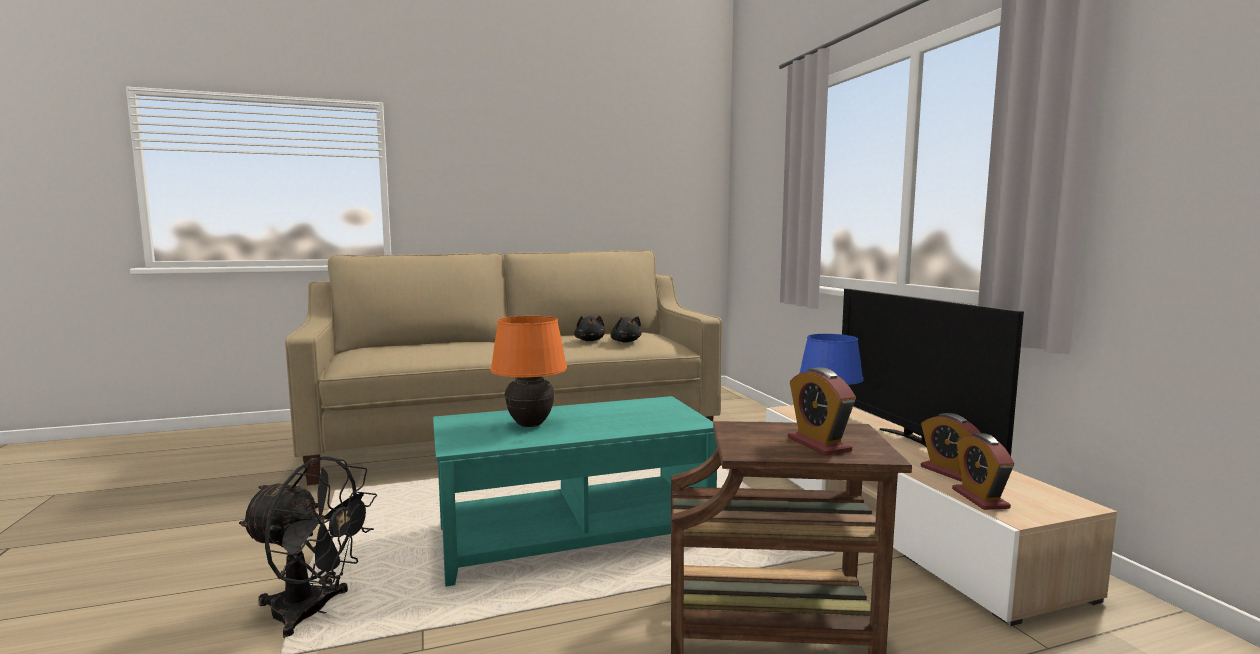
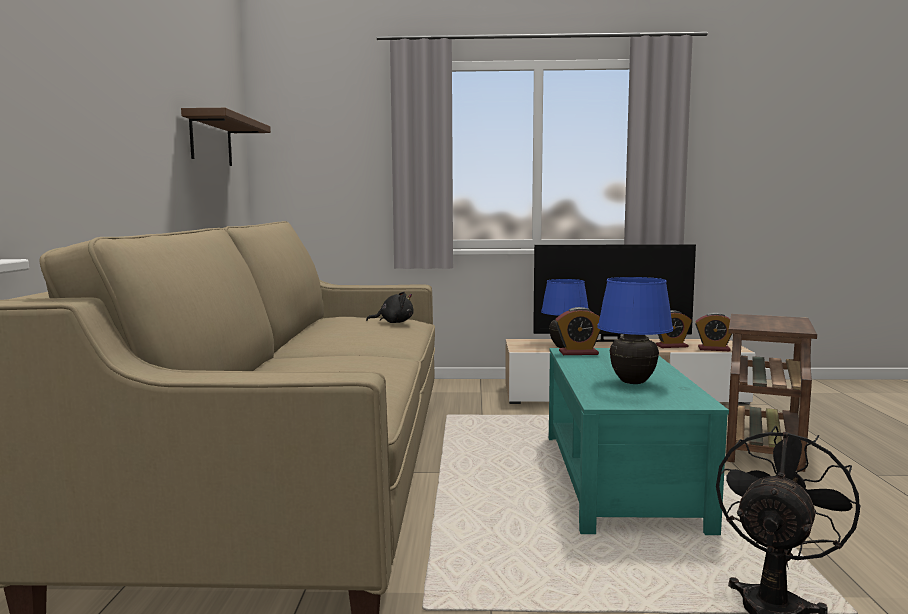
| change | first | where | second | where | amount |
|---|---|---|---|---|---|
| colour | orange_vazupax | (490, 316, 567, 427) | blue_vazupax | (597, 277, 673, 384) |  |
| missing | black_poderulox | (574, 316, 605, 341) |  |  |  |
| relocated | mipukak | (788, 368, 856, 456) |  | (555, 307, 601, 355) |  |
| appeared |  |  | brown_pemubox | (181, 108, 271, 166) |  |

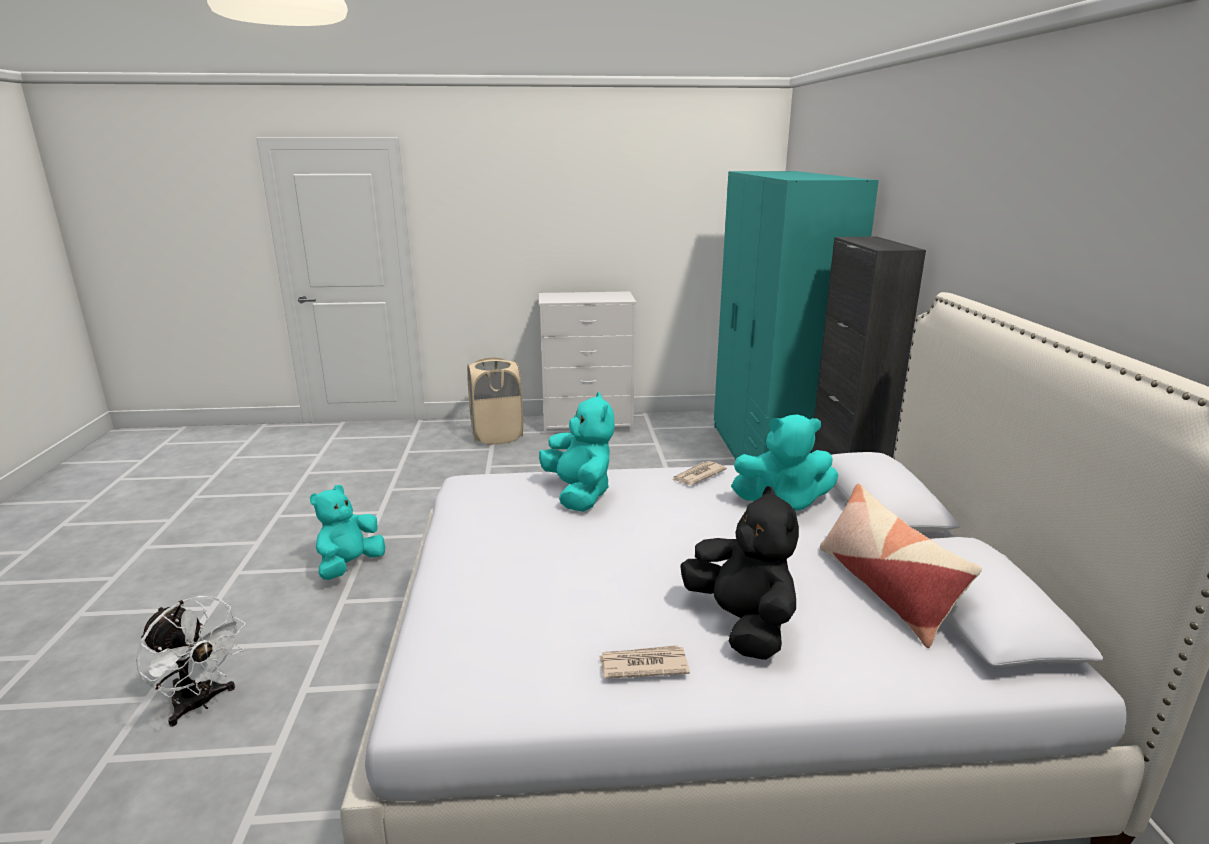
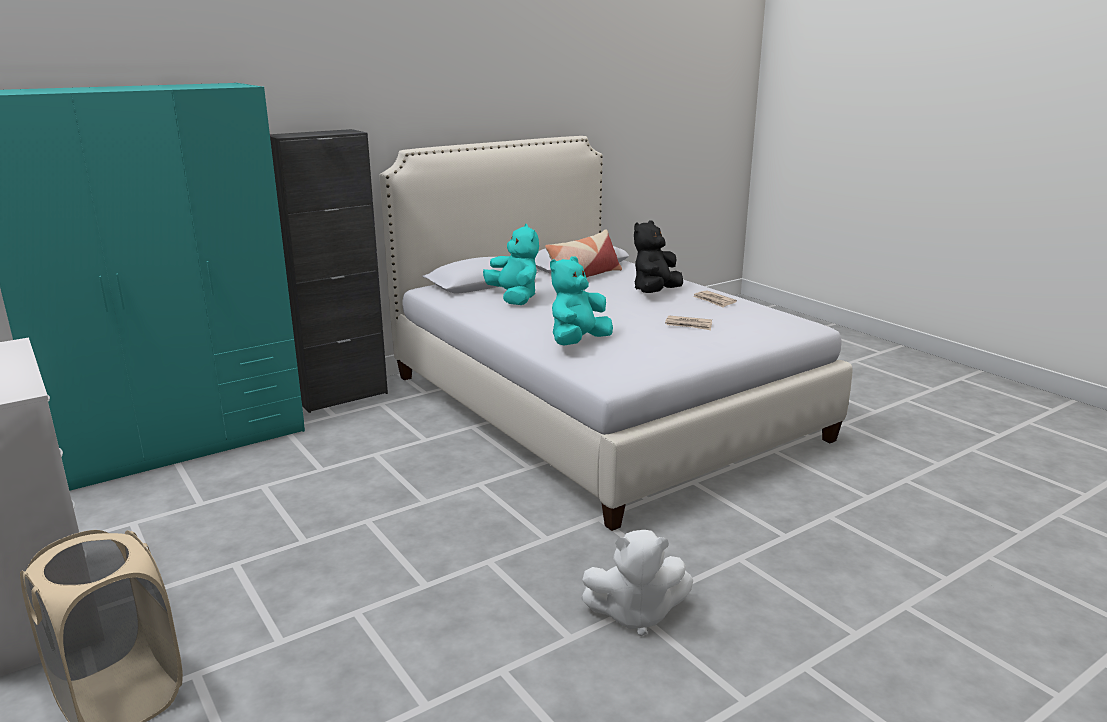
| change | first | where | second | where | amount |
|---|---|---|---|---|---|
| missing | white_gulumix | (136, 596, 246, 727) |  |  |  |
| colour | turquoise_poderulox | (310, 485, 385, 580) | white_poderulox | (581, 530, 693, 636) |  |
| relocated | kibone | (672, 461, 727, 485) |  | (665, 315, 712, 330) |  |

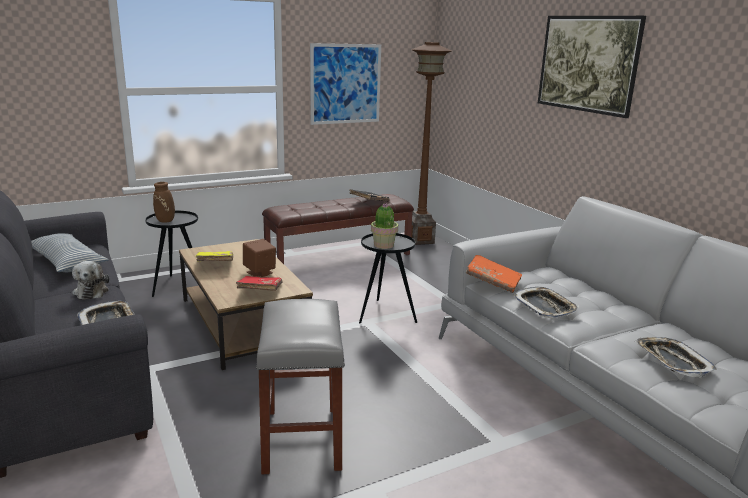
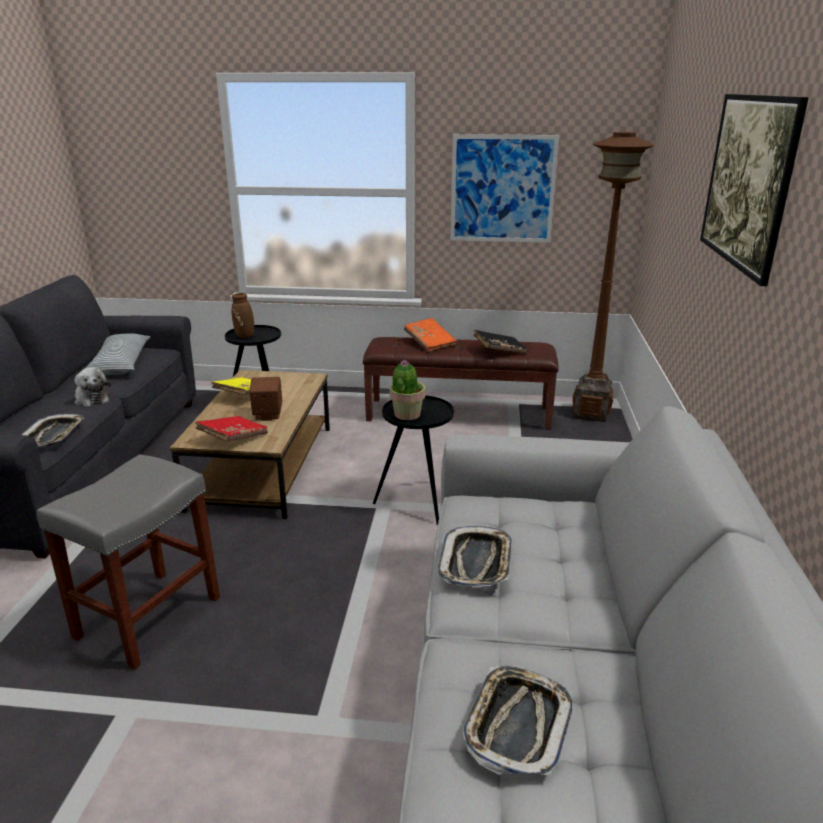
| change | first | where | second | where | amount |
|---|---|---|---|---|---|
| spun | poderulox | (72, 261, 109, 300) |  | (74, 367, 111, 406) | 60 degrees counterclockwise |
| relocated | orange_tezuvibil | (466, 255, 522, 293) |  | (404, 318, 457, 352) |  |

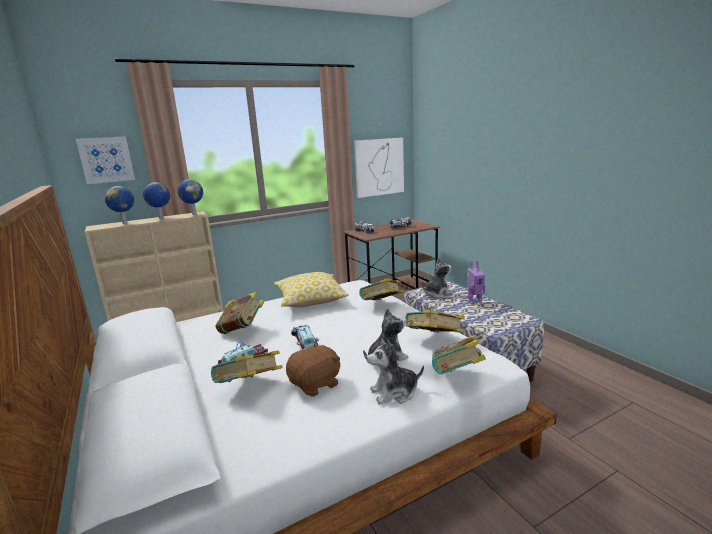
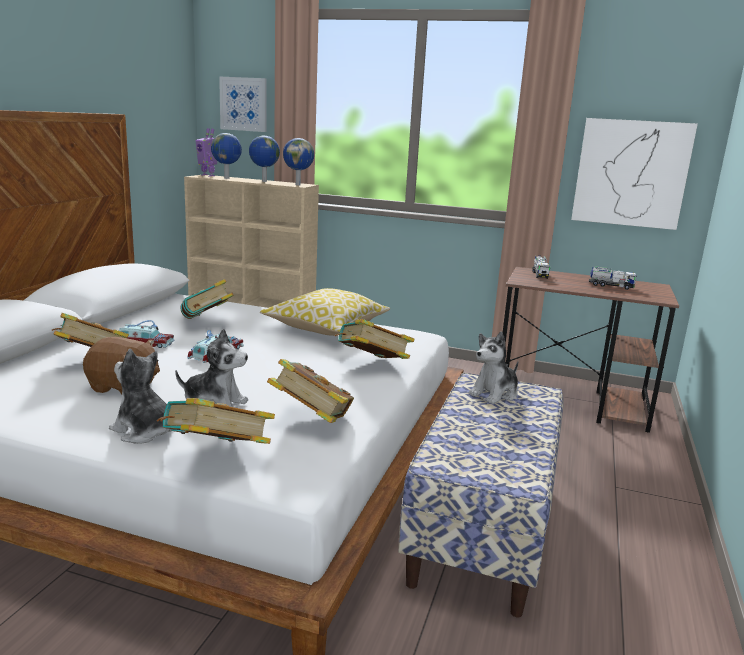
| change | first | where | second | where | amount |
|---|---|---|---|---|---|
| spun | poderulox | (422, 258, 452, 298) |  | (468, 331, 518, 404) | 120 degrees clockwise |
| relocated | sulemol | (466, 261, 485, 304) |  | (196, 128, 217, 177) |  |

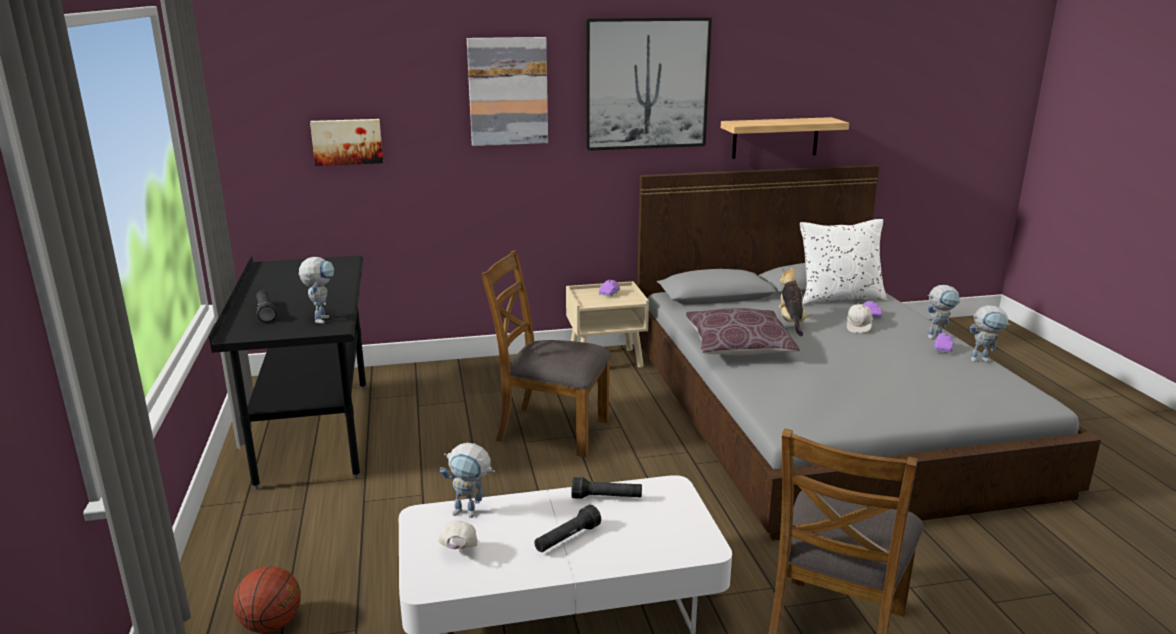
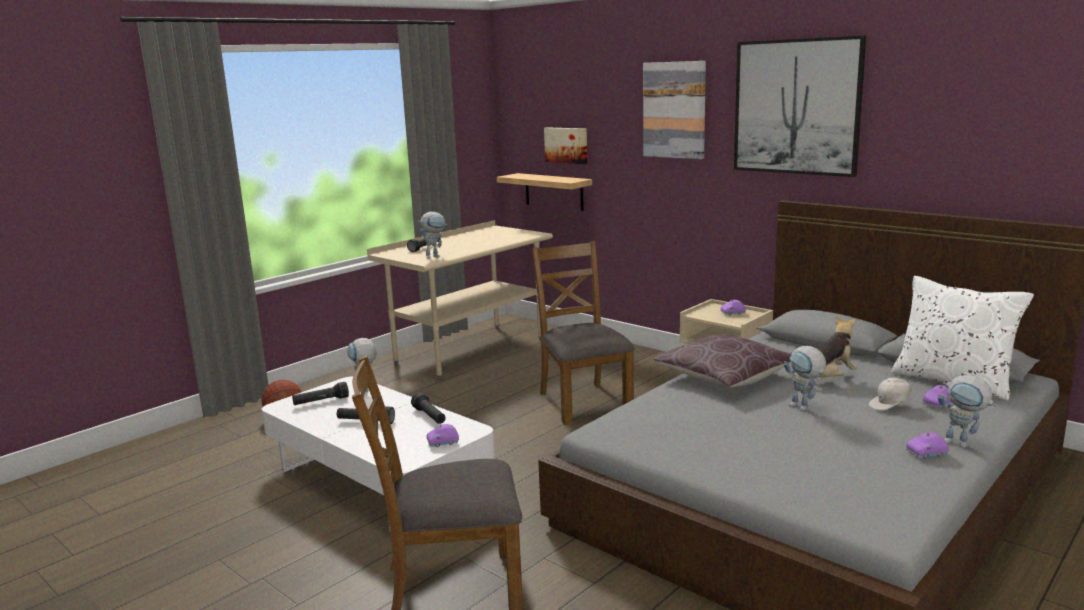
| change | first | where | second | where | amount |
|---|---|---|---|---|---|
| colour | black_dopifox | (209, 255, 366, 490) | beige_dopifox | (367, 220, 553, 379) |  |
| exchanged | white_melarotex | (438, 521, 478, 552) | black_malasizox | (292, 382, 349, 405) |  |
| relocated | pemubox | (721, 117, 849, 159) |  | (497, 173, 592, 211) |  |
| relocated | sulemol | (970, 305, 1010, 362) |  | (784, 346, 826, 411) |  |
| appeared |  |  | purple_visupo | (427, 424, 459, 447) |  |

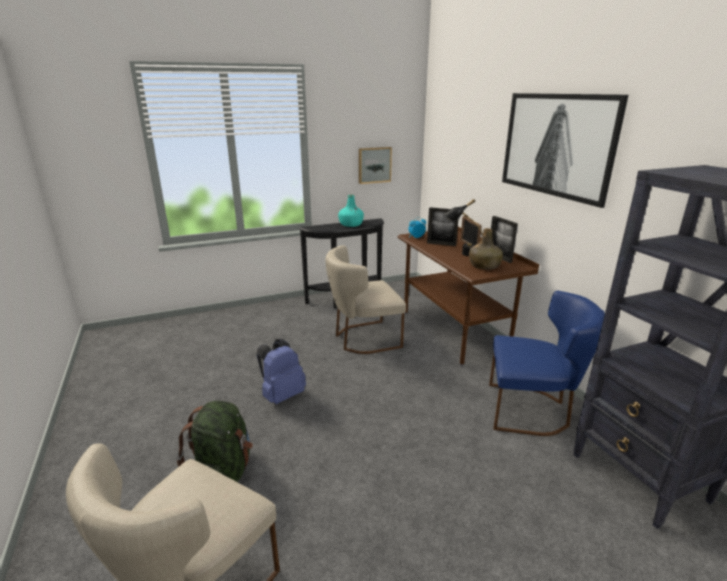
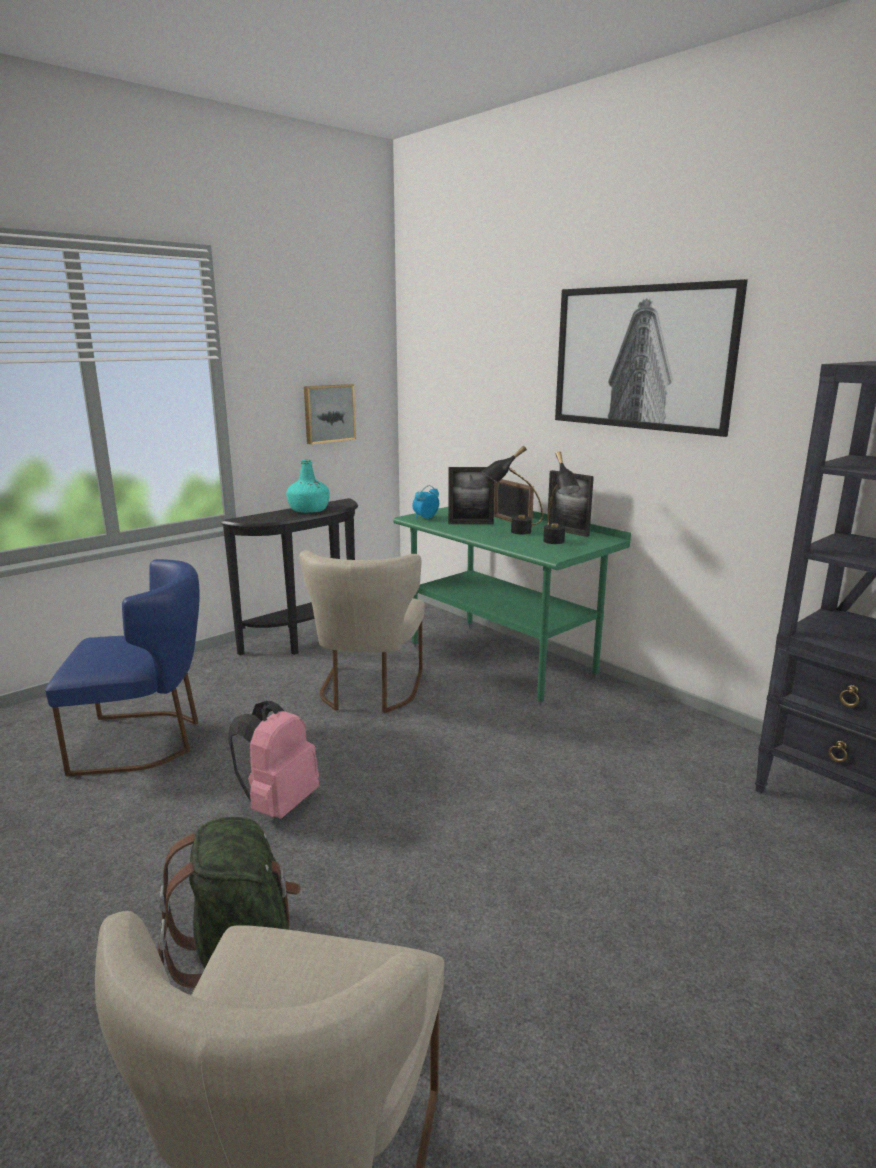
| change | first | where | second | where | amount |
|---|---|---|---|---|---|
| colour | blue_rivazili | (257, 339, 306, 404) | pink_rivazili | (228, 701, 319, 819) |  |
| spun | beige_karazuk | (326, 245, 406, 354) |  | (299, 550, 425, 713) | 45 degrees counterclockwise |
| colour | brown_dopifox | (398, 227, 539, 367) | green_dopifox | (393, 507, 631, 706) |  |
| exchanged | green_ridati | (469, 228, 503, 270) | black_vazupax | (543, 451, 580, 544) |  |
| relocated | blue_karazuk | (489, 291, 605, 436) |  | (45, 559, 200, 776) |  |

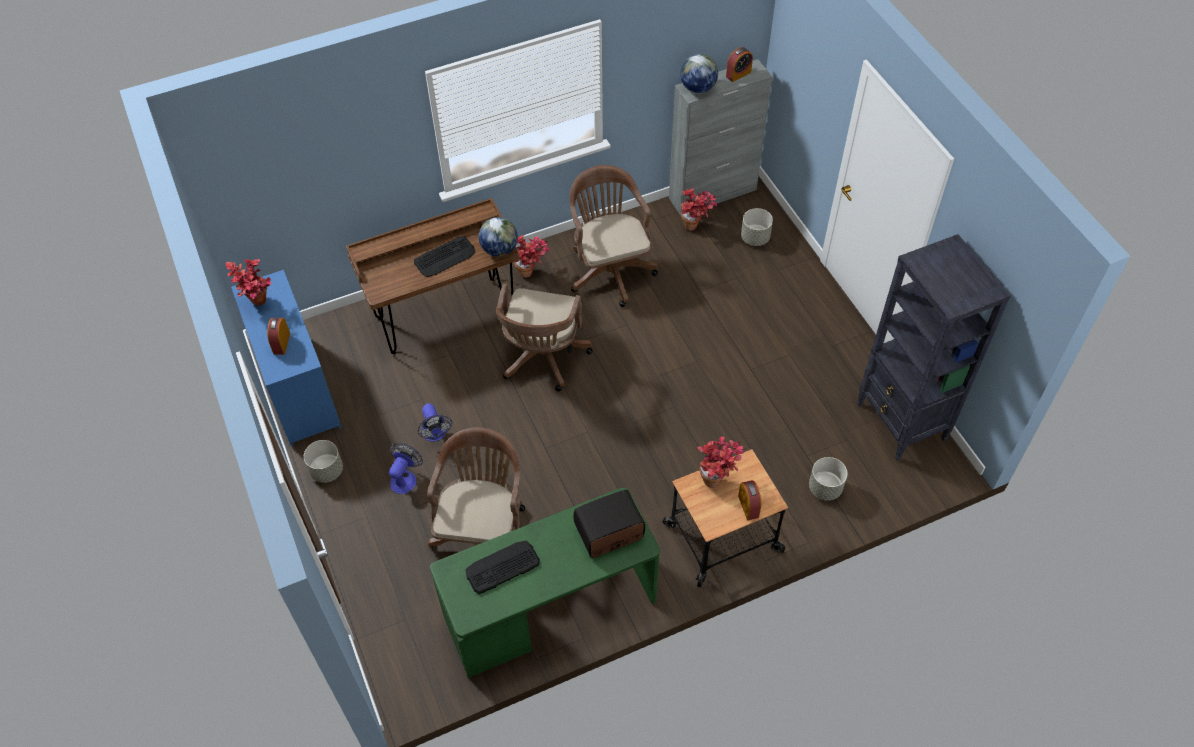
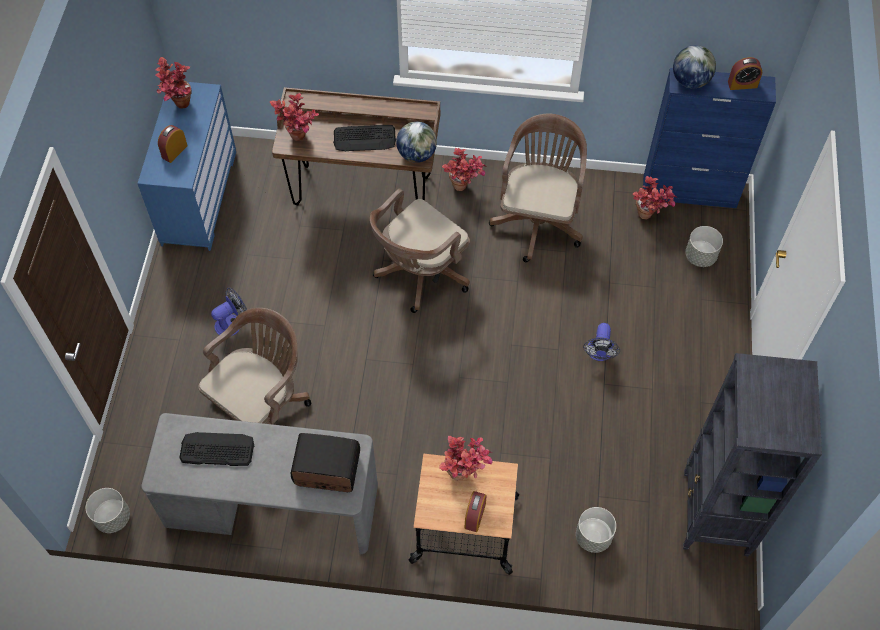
| change | first | where | second | where | amount |
|---|---|---|---|---|---|
| relocated | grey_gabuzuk | (304, 440, 343, 483) |  | (86, 488, 130, 533) |  |
| relocated | gulumix | (418, 404, 452, 442) |  | (583, 323, 620, 361) |  |
| colour | green_dopifox | (430, 488, 660, 678) | grey_dopifox | (141, 413, 378, 555) |  |
| colour | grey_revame | (669, 59, 772, 216) | blue_revame | (643, 68, 776, 208) |  |
| appeared |  |  | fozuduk | (270, 93, 319, 141) |  |

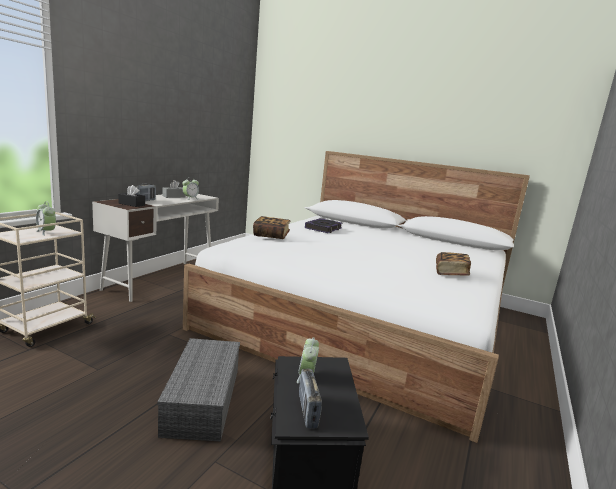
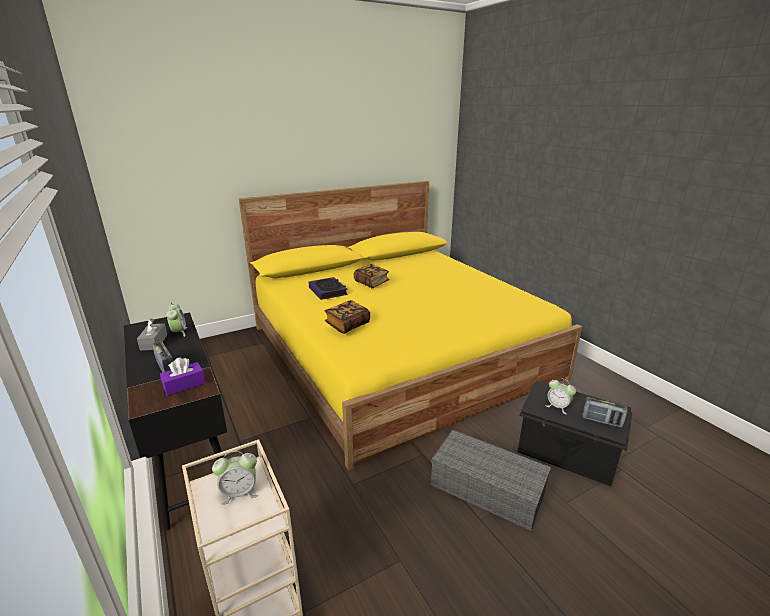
| change | first | where | second | where | amount |
|---|---|---|---|---|---|
| colour | white_dopifox | (92, 194, 219, 302) | black_dopifox | (124, 313, 227, 530) |  |
| colour | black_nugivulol | (118, 185, 145, 207) | purple_nugivulol | (160, 357, 205, 396) |  |
| colour | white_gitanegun | (183, 151, 530, 443) | yellow_gitanegun | (239, 181, 582, 471) |  |
| relocated | tezuvibil | (436, 252, 471, 276) |  | (354, 264, 390, 288) |  |

